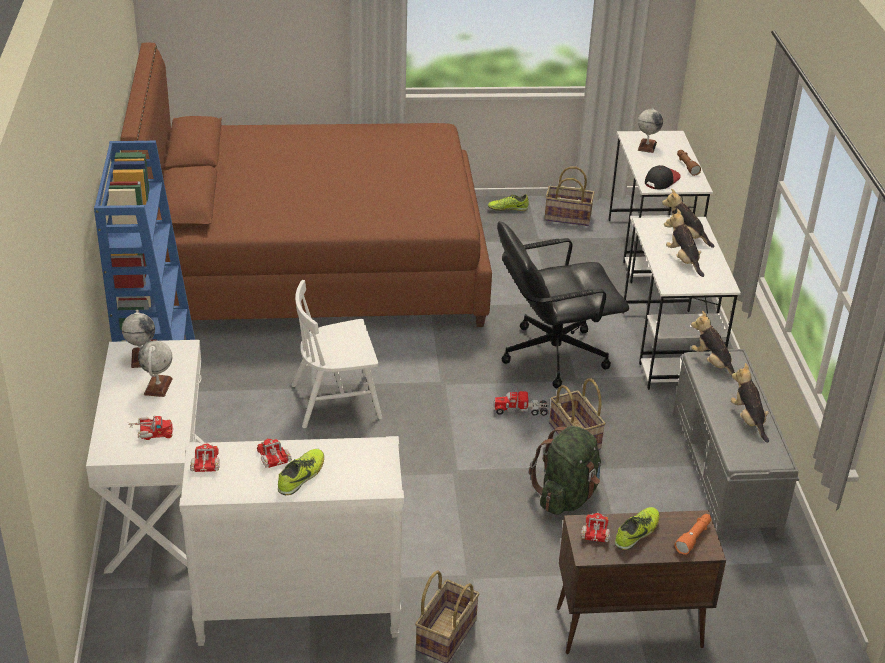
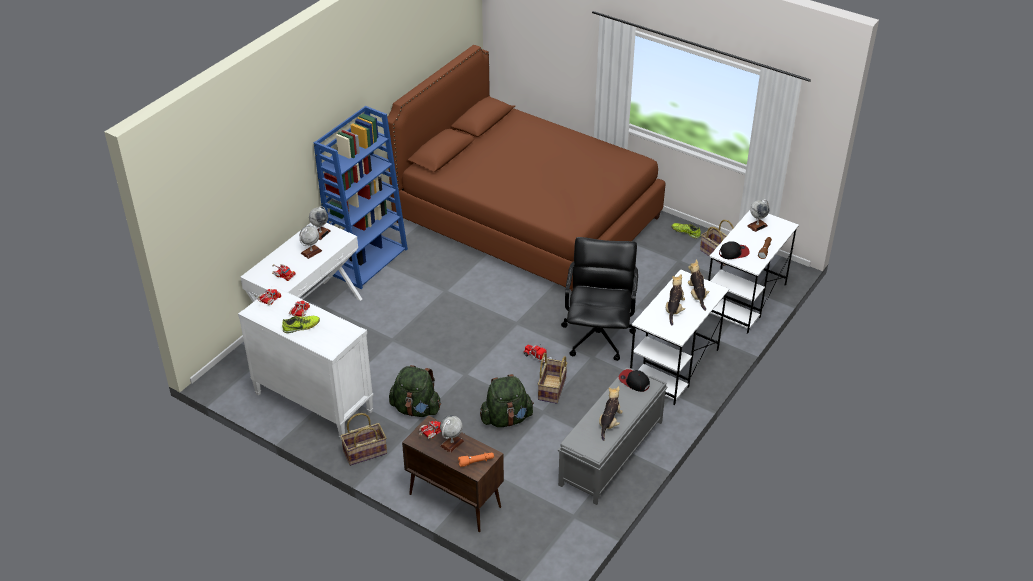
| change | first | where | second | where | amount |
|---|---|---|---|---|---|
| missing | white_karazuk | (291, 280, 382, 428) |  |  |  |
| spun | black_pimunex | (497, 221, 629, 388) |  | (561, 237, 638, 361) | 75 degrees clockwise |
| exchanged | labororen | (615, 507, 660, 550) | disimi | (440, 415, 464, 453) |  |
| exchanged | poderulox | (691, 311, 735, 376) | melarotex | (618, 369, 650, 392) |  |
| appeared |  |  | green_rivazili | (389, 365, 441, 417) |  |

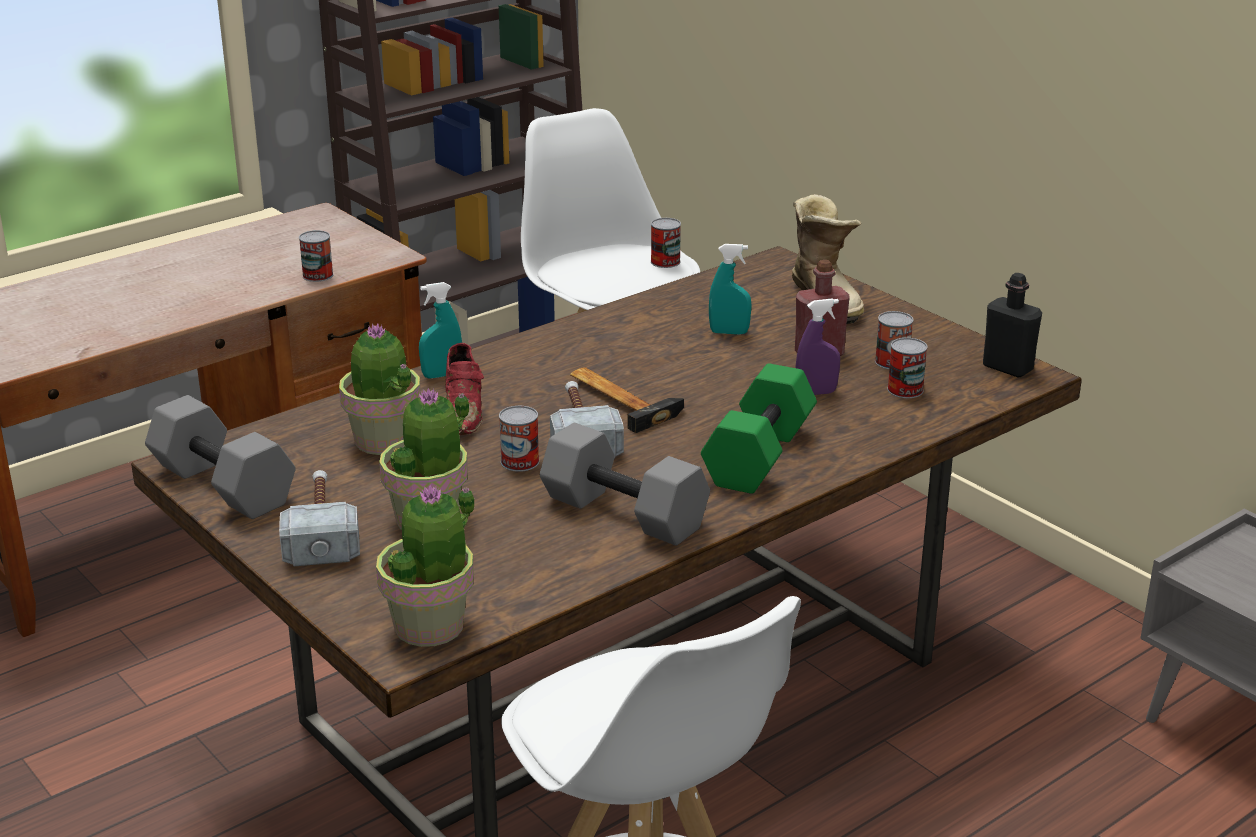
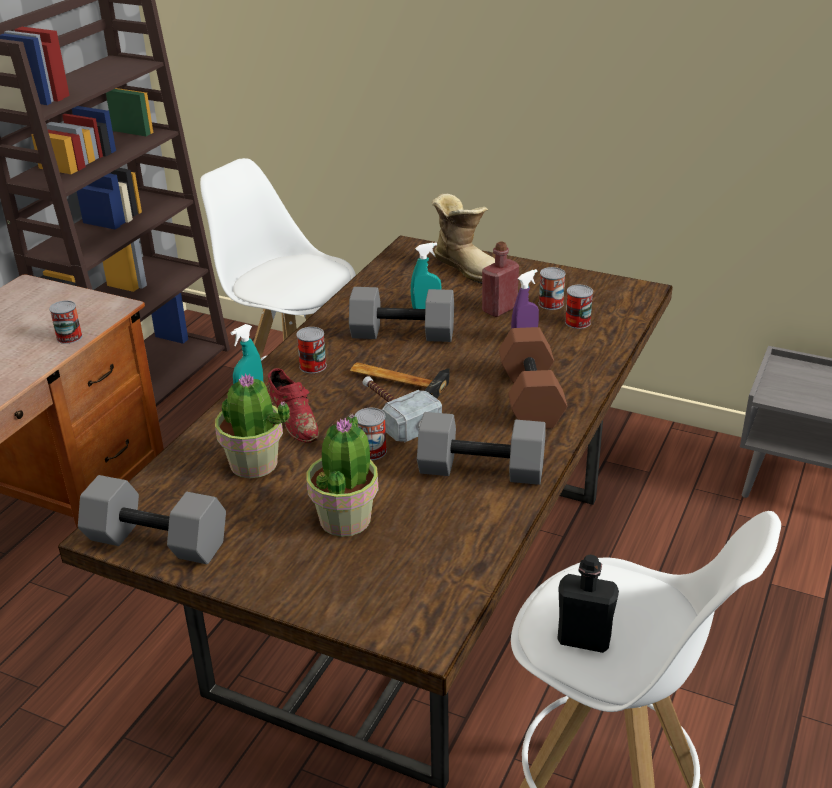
| change | first | where | second | where | amount |
|---|---|---|---|---|---|
| missing | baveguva | (279, 470, 360, 566) |  |  |  |
| missing | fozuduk | (376, 485, 474, 647) |  |  |  |
| relocated | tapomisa | (651, 218, 681, 268) |  | (296, 327, 327, 373) |  |
| colour | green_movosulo | (701, 363, 817, 494) | brown_movosulo | (499, 327, 567, 429) |  |
| relocated | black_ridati | (983, 273, 1042, 377) |  | (557, 555, 619, 653) |  |
| appeared |  |  | grey_movosulo | (349, 287, 454, 342) |  |

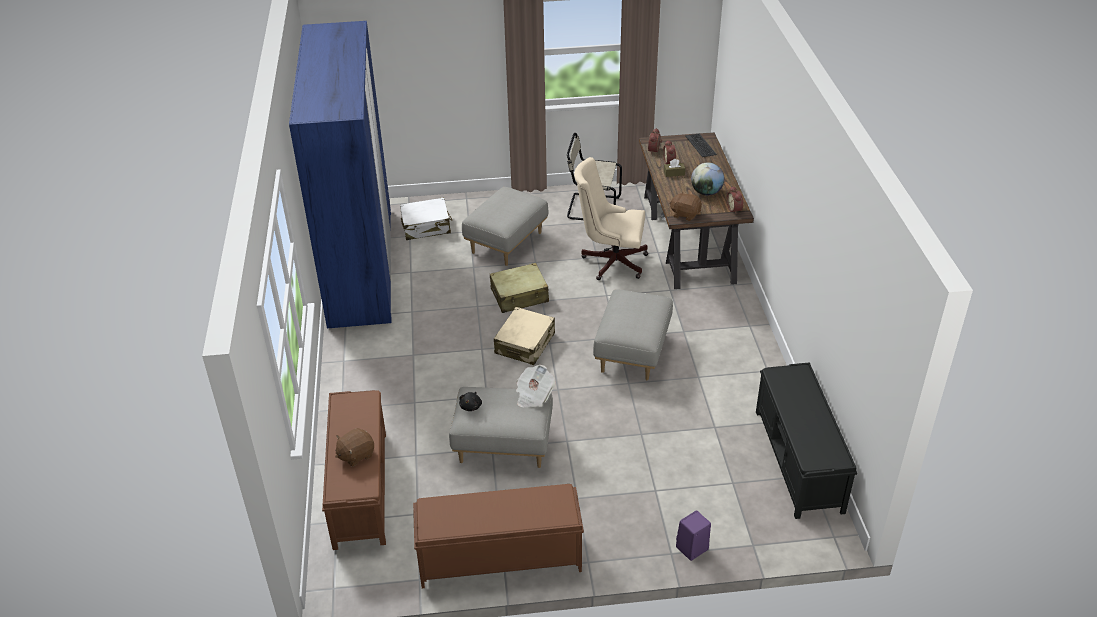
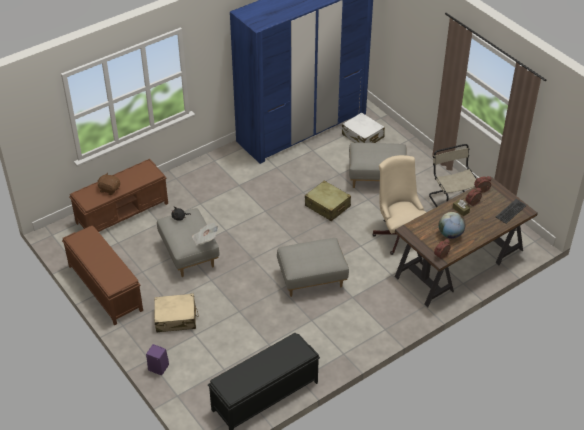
| change | first | where | second | where | amount |
|---|---|---|---|---|---|
| relocated | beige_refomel | (494, 307, 555, 365) |  | (154, 293, 199, 332) |  |
| missing | brown_poderulox | (669, 191, 702, 221) |  |  |  |

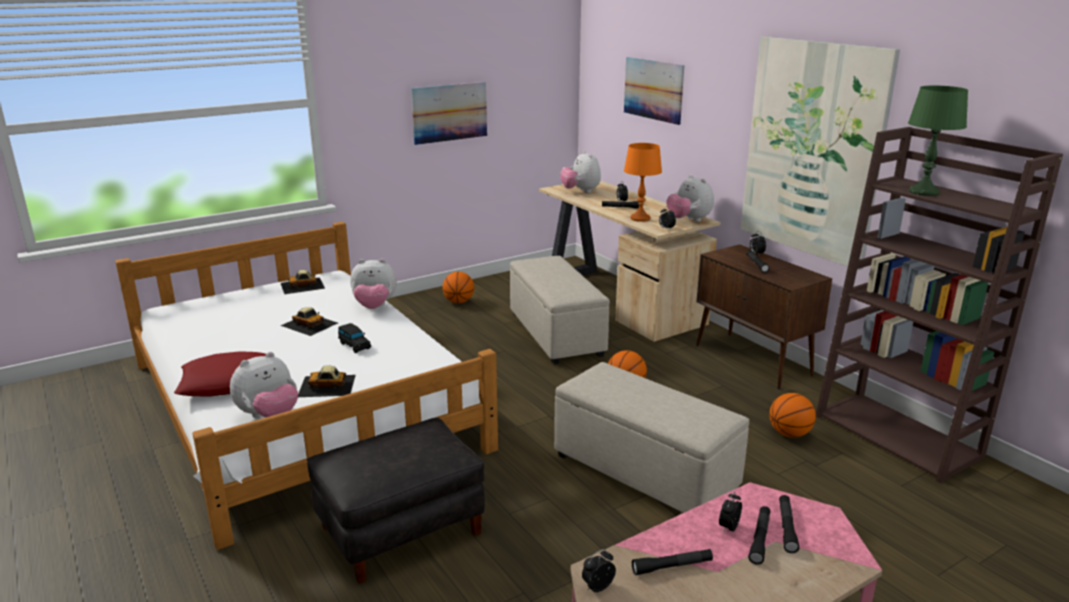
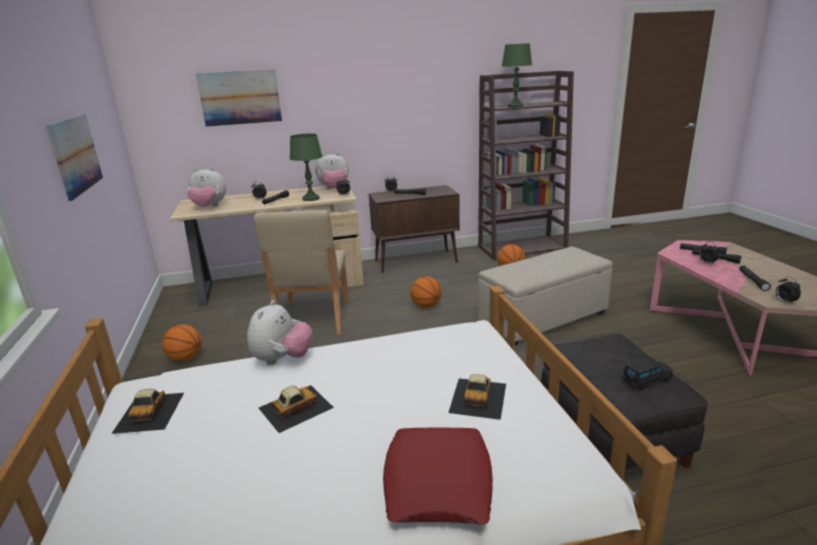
| change | first | where | second | where | amount |
|---|---|---|---|---|---|
| missing | poderulox | (230, 352, 298, 418) |  |  |  |
| relocated | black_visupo | (338, 323, 371, 353) |  | (622, 358, 673, 391) |  |
| exchanged | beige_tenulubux | (510, 256, 610, 364) | beige_karazuk | (254, 210, 349, 335) |  |
| colour | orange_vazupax | (624, 143, 662, 222) | green_vazupax | (290, 134, 323, 201) |  |
| missing | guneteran | (740, 36, 900, 270) |  |  |  |

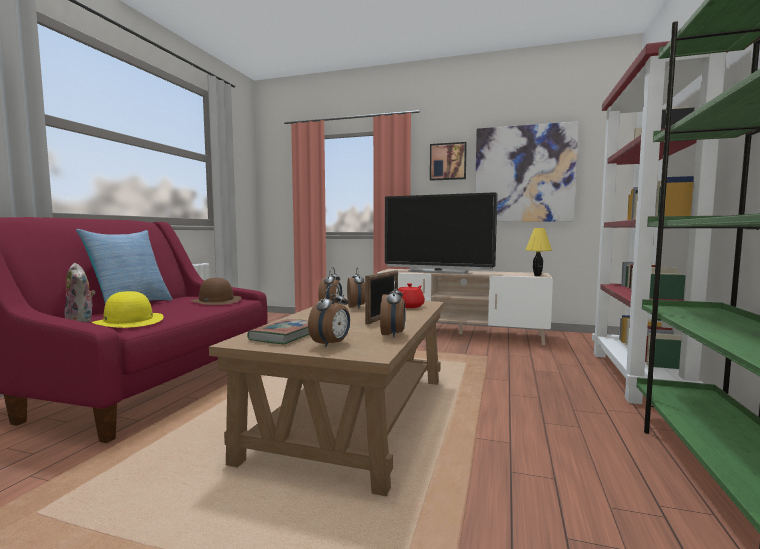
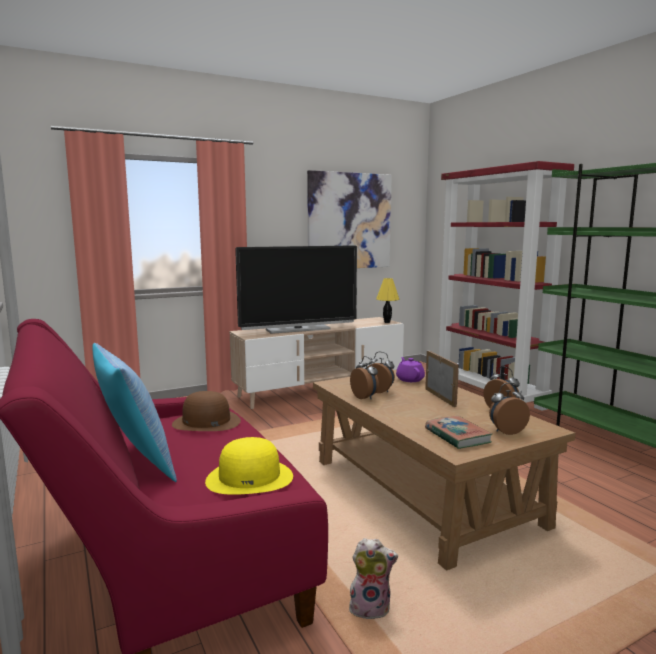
| change | first | where | second | where | amount |
|---|---|---|---|---|---|
| relocated | poderulox | (64, 263, 95, 323) |  | (349, 538, 398, 619) |  |
| spun | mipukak | (308, 285, 350, 347) |  | (489, 383, 530, 435) | 90 degrees counterclockwise |
| colour | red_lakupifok | (398, 283, 425, 308) | purple_lakupifok | (396, 357, 425, 382) |  |
| missing | guneteran | (430, 142, 467, 181) |  |  |  |

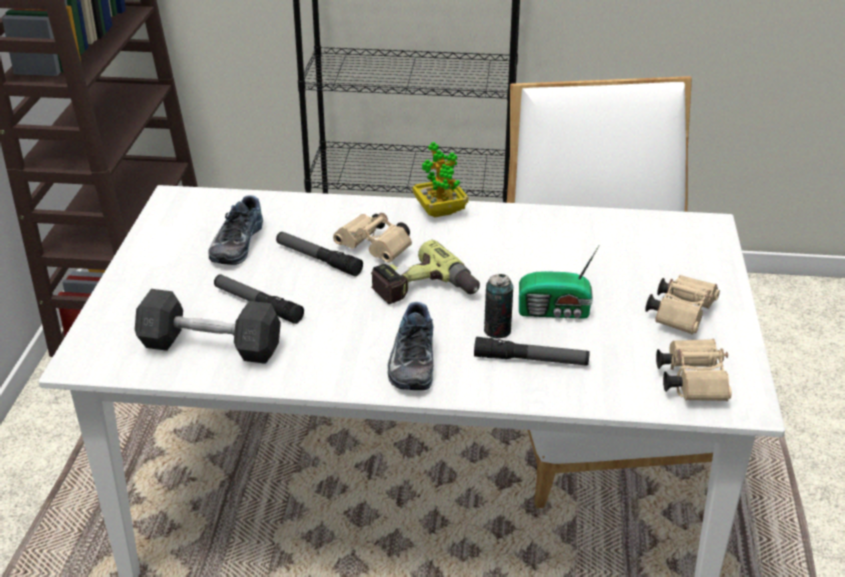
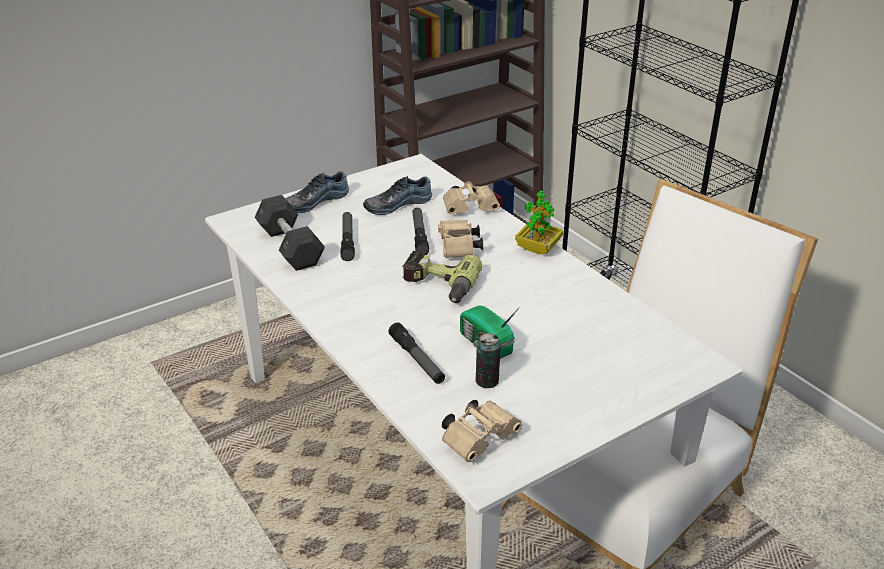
| change | first | where | second | where | amount |
|---|---|---|---|---|---|
| relocated | labororen | (388, 302, 433, 390) |  | (285, 171, 349, 213) |  |
| relocated | tapomisa | (484, 274, 513, 339) |  | (475, 333, 501, 388) |  |
| relocated | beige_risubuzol | (645, 275, 720, 334) |  | (443, 181, 500, 214) |  |

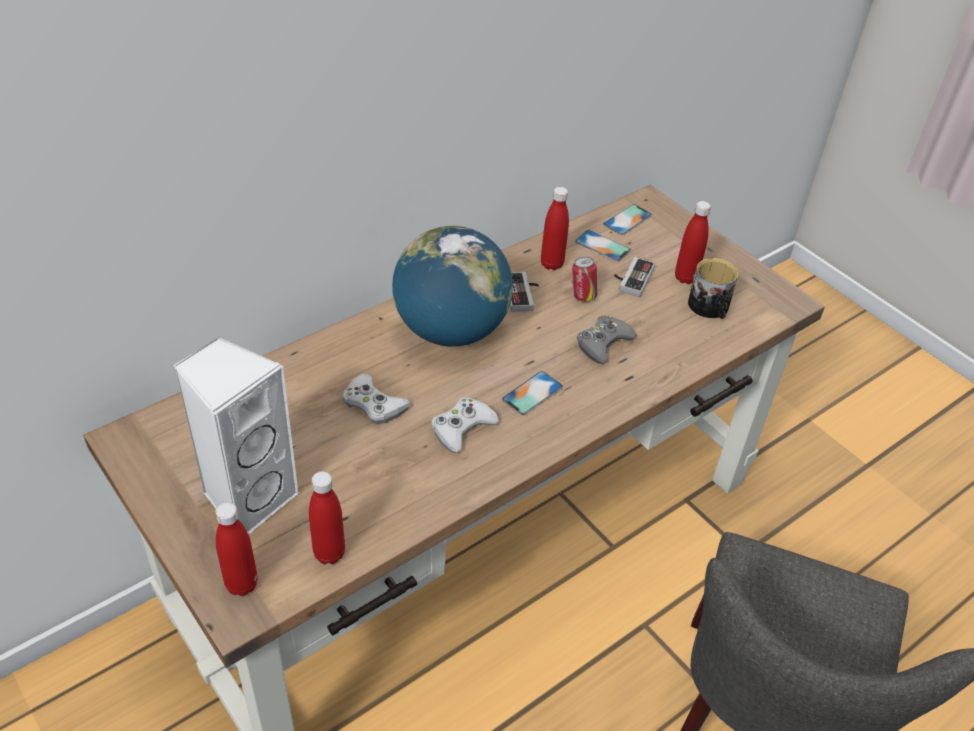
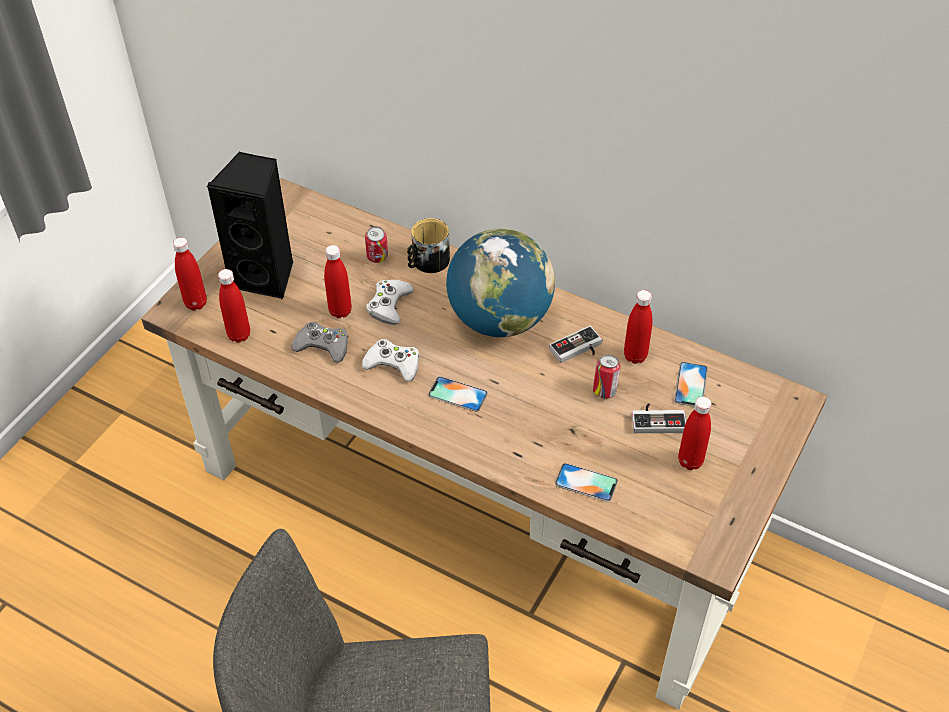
| change | first | where | second | where | amount |
|---|---|---|---|---|---|
| colour | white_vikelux | (173, 336, 300, 534) | black_vikelux | (207, 152, 294, 299) |  |
| relocated | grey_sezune | (577, 316, 637, 364) |  | (292, 322, 349, 363) |  |
| relocated | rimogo | (603, 204, 652, 235) |  | (555, 463, 618, 502) |  |
| relocated | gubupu | (688, 258, 738, 319) |  | (407, 218, 450, 273) |  |
| appeared |  |  | red_ridati | (324, 245, 352, 318) |  |
| appeared |  |  | tapomisa | (365, 226, 388, 263) |  |

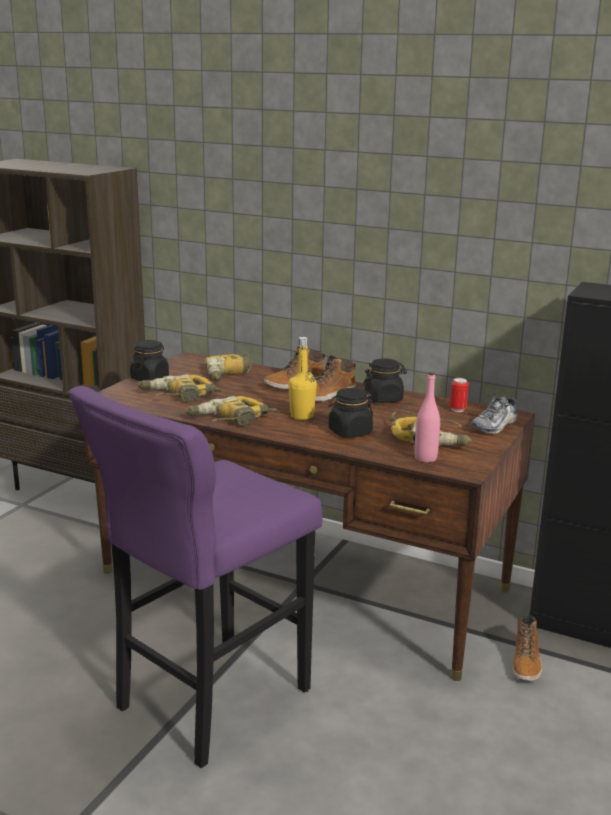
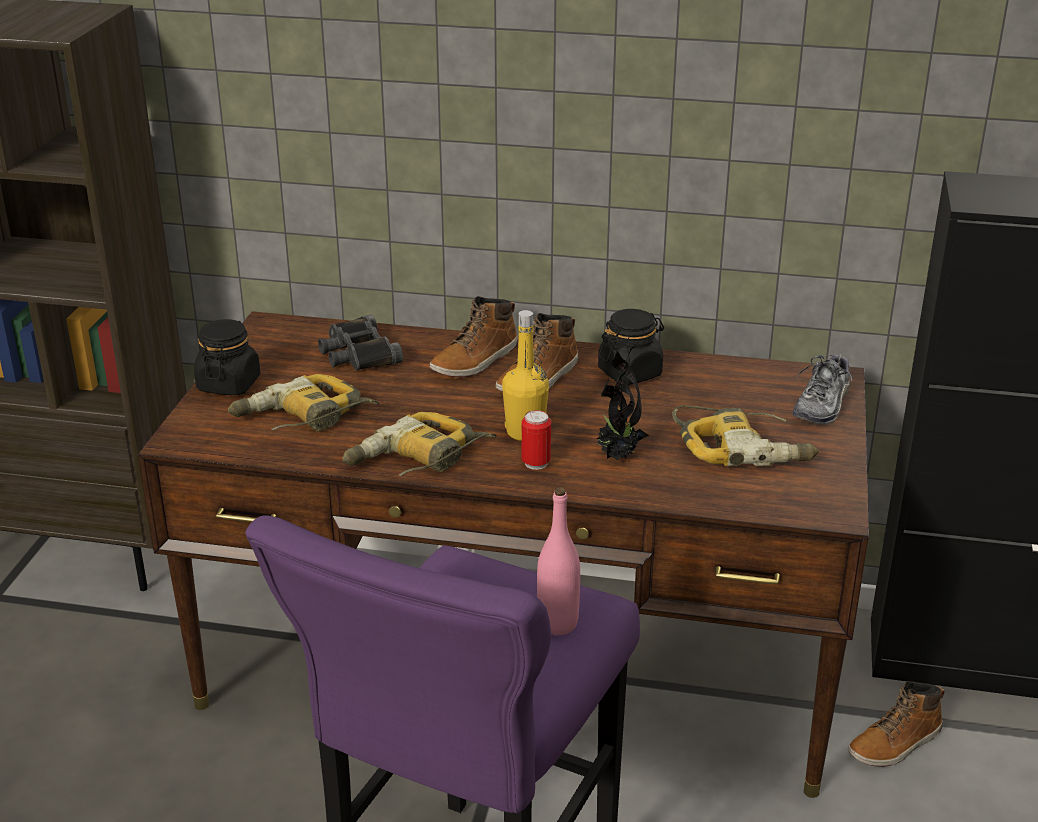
| change | first | where | second | where | amount |
|---|---|---|---|---|---|
| exchanged | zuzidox | (205, 351, 251, 382) | black_risubuzol | (318, 314, 403, 370) |  |
| exchanged | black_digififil | (328, 388, 373, 438) | fozuduk | (596, 338, 649, 461) |  |
| relocated | pink_ridati | (415, 372, 440, 463) |  | (537, 487, 580, 635) |  |
| relocated | tapomisa | (450, 378, 469, 412) |  | (522, 410, 551, 470) |  |
| spun | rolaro | (512, 615, 542, 681) |  | (848, 681, 944, 767) | 60 degrees clockwise |

